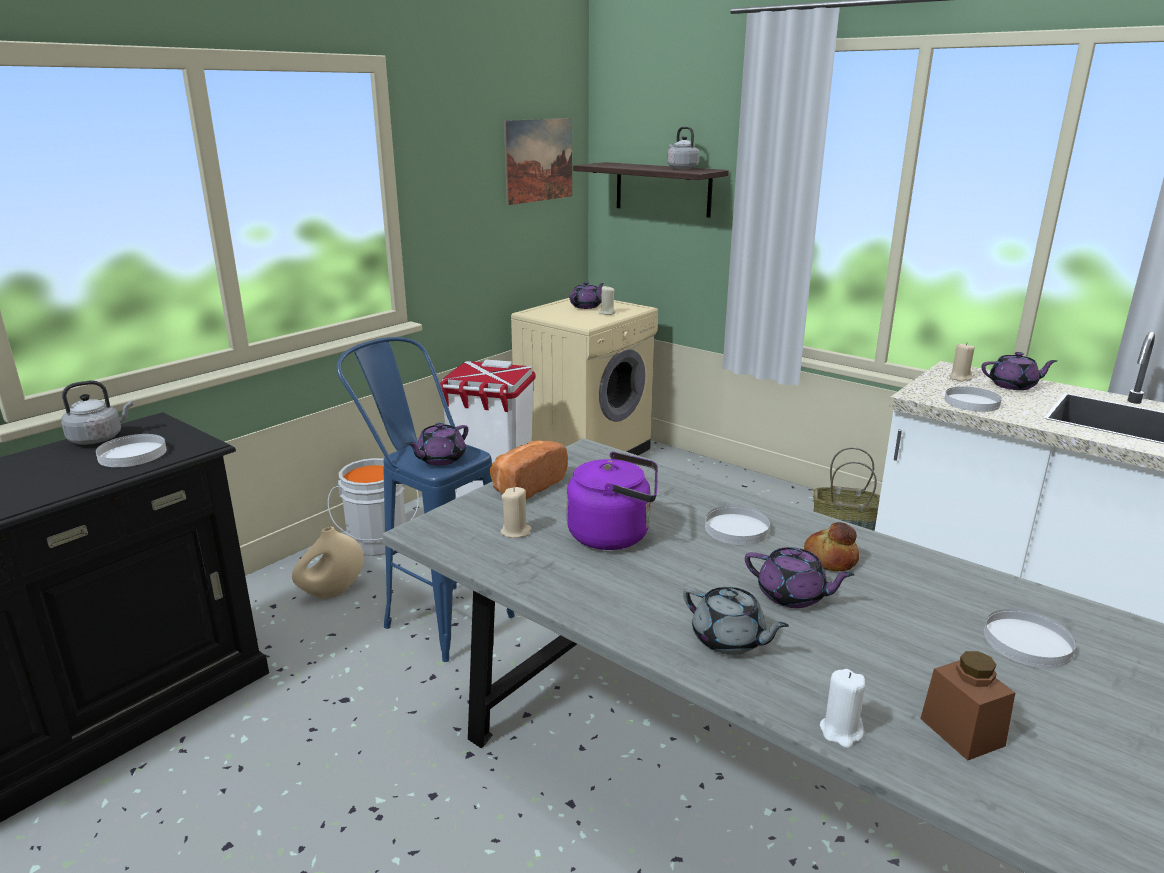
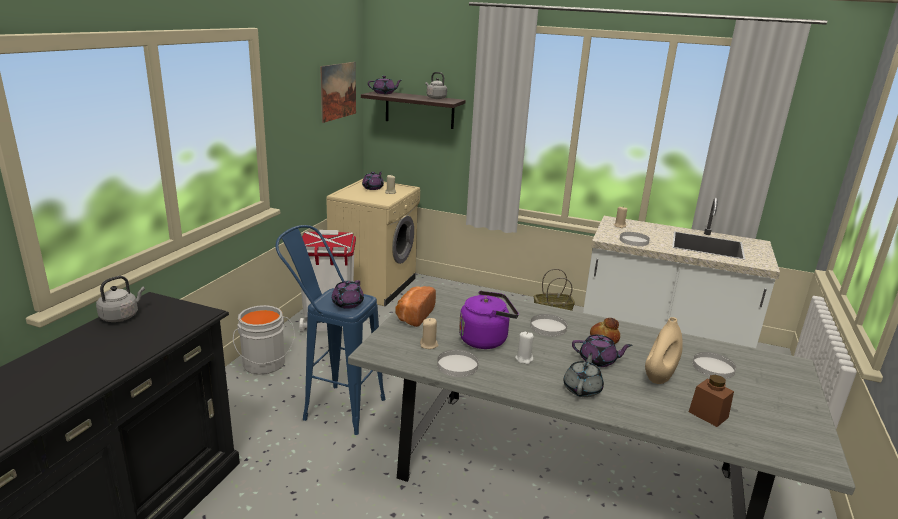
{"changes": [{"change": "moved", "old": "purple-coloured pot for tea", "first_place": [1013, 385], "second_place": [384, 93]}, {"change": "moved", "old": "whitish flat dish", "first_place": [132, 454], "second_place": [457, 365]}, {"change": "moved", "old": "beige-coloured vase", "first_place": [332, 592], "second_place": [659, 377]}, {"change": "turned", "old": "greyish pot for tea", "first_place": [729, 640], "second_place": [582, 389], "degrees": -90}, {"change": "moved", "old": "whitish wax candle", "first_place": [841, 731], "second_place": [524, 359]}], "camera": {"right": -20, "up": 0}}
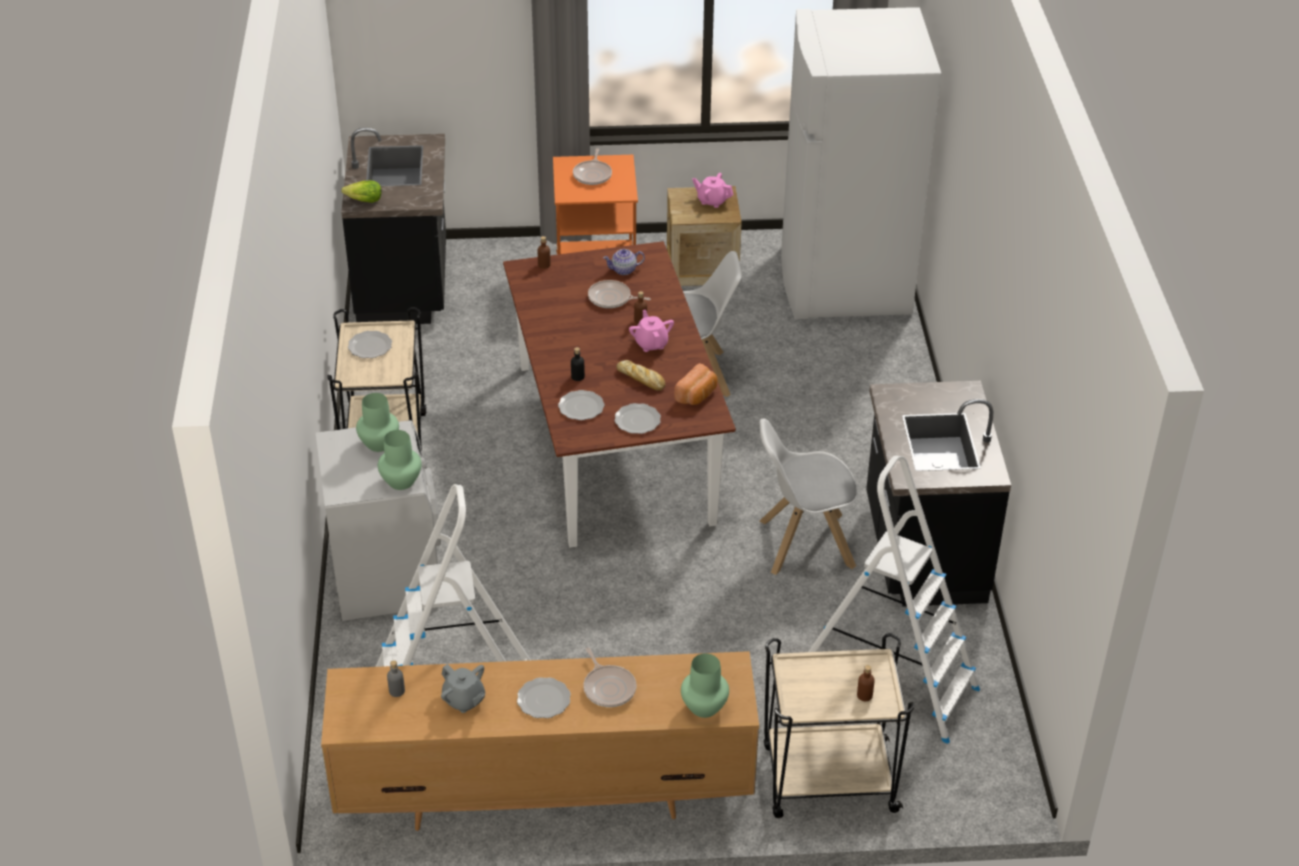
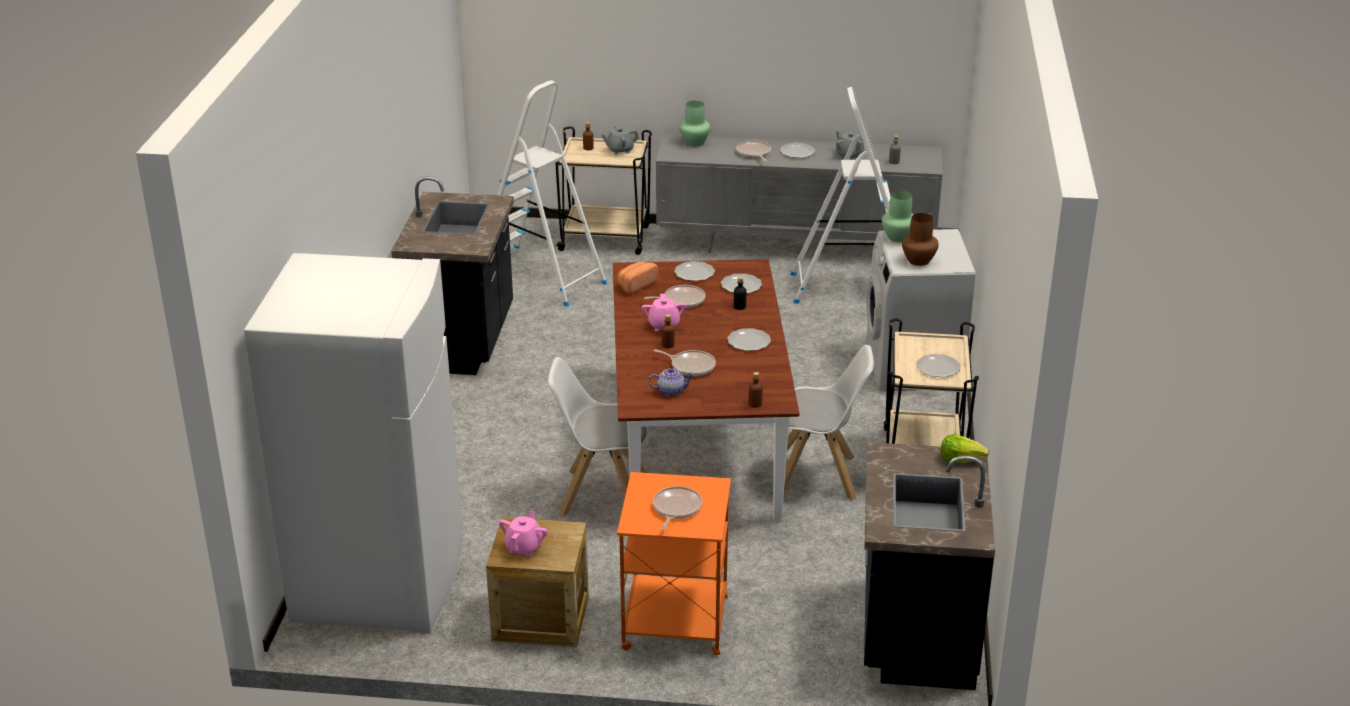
{"changes": [{"change": "turned", "old": "pinkish pot for tea", "first_place": [712, 201], "second_place": [524, 547], "degrees": -105}, {"change": "replaced", "old": "baked bread", "new": "frying pan", "first_place": [641, 379], "second_place": [681, 300]}, {"change": "recoloured", "old": "green vase", "new": "brown-coloured vase", "first_place": [379, 444], "second_place": [919, 260]}, {"change": "moved", "old": "upright chair", "first_place": [803, 544], "second_place": [818, 477]}, {"change": "recoloured", "old": "brown-coloured cupboard", "new": "greyish cupboard", "first_place": [543, 798], "second_place": [796, 246]}, {"change": "added", "new": "greyish pot for tea", "second_place": [620, 150]}, {"change": "added", "new": "flat dish", "second_place": [748, 341]}], "camera": {"right": -170, "up": -10}}
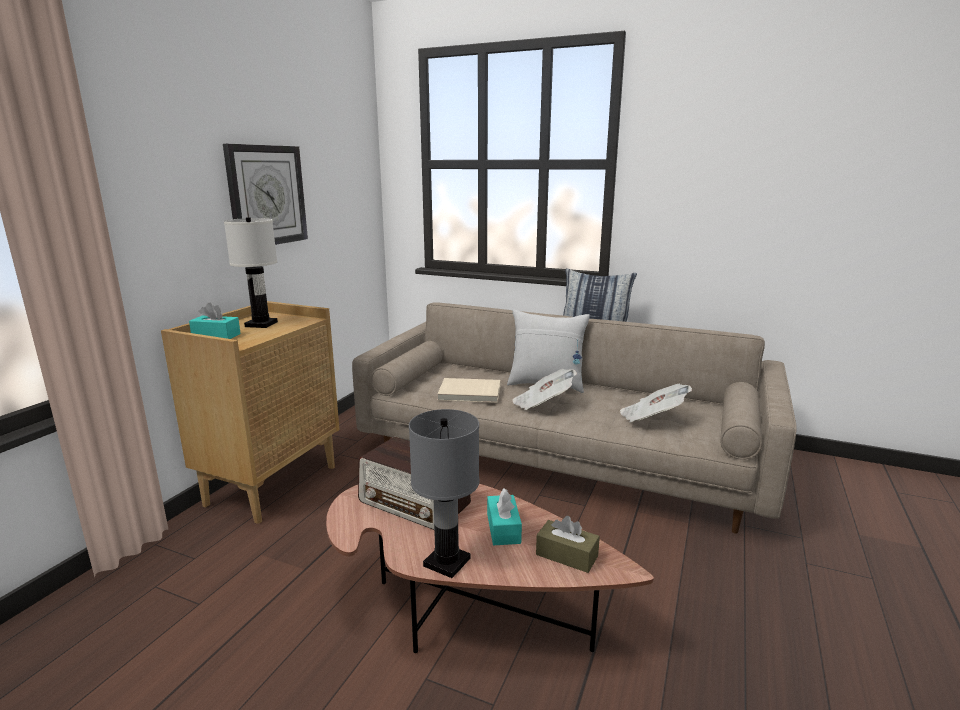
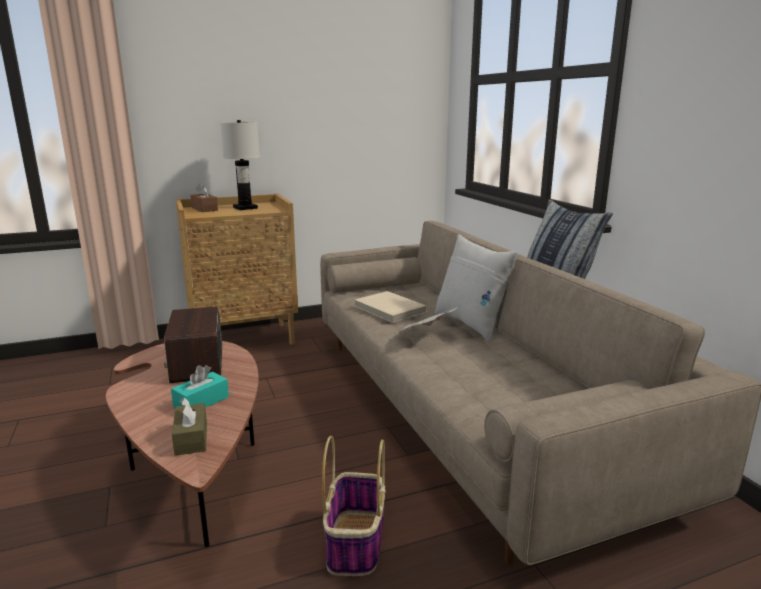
{"changes": [{"change": "removed", "old": "hanging clock", "first_place": [267, 196]}, {"change": "recoloured", "old": "turquoise-coloured box of tissues", "new": "brown-coloured box of tissues", "first_place": [216, 336], "second_place": [204, 209]}, {"change": "removed", "old": "printed paper", "first_place": [651, 418]}, {"change": "removed", "old": "greyish lamp for a table", "first_place": [446, 562]}, {"change": "added", "new": "storage basket", "second_place": [355, 544]}], "camera": {"right": 45, "up": 0}}
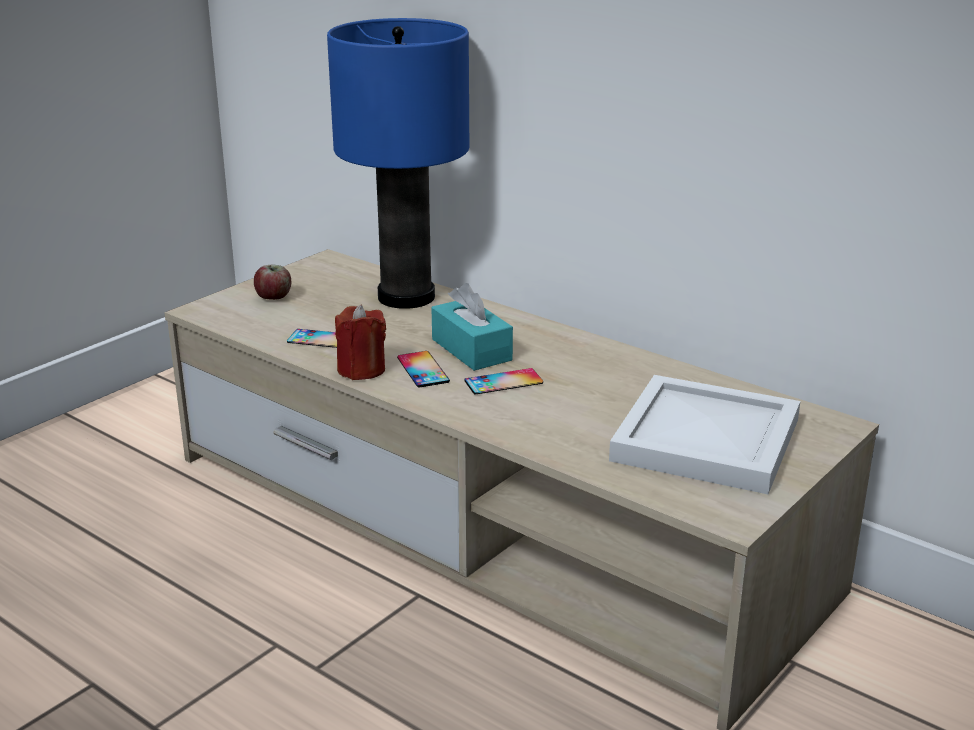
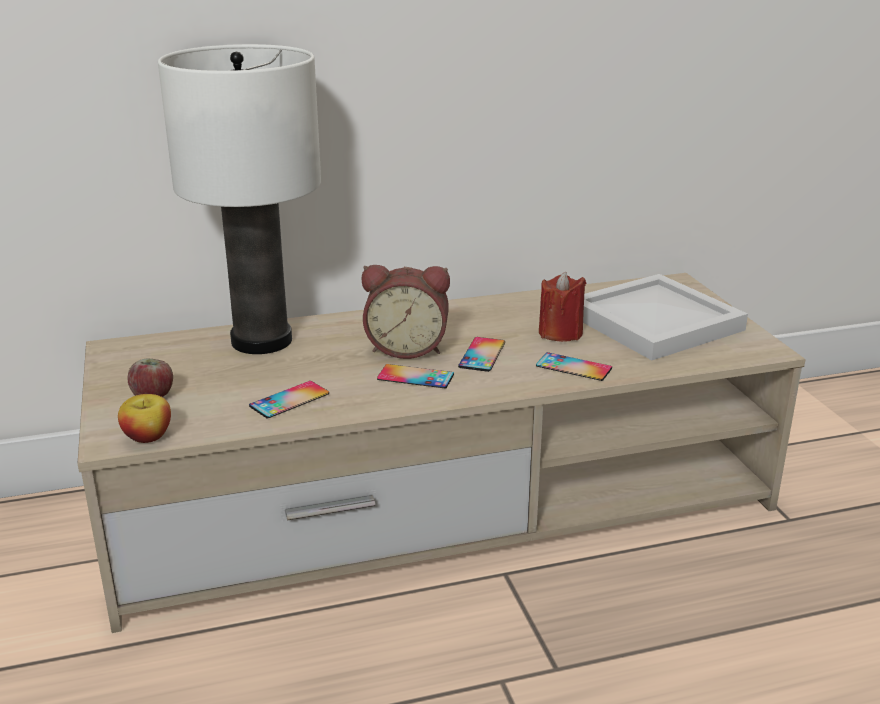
{"changes": [{"change": "recoloured", "old": "blue-coloured lamp for a table", "new": "whitish lamp for a table", "first_place": [407, 297], "second_place": [262, 341]}, {"change": "replaced", "old": "turquoise-coloured box of tissues", "new": "alarm clock", "first_place": [471, 350], "second_place": [407, 348]}, {"change": "moved", "old": "red-coloured wax candle", "first_place": [361, 370], "second_place": [560, 333]}, {"change": "added", "new": "phone", "second_place": [573, 367]}, {"change": "added", "new": "whole apple", "second_place": [147, 436]}], "camera": {"right": -55, "up": 0}}
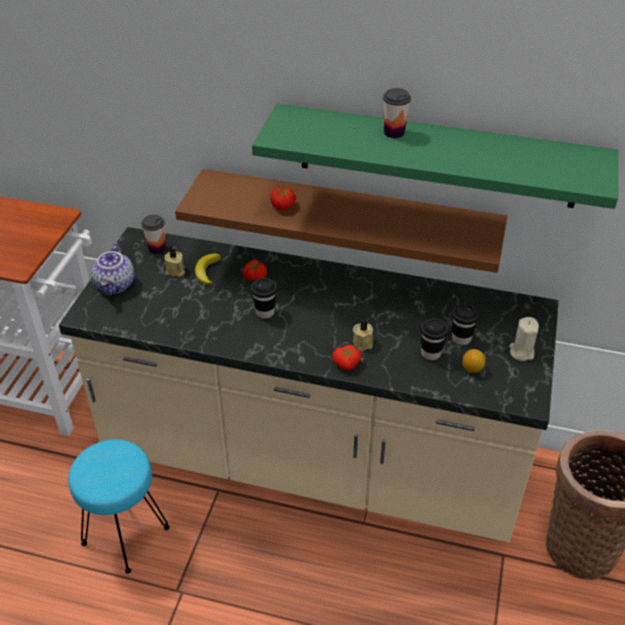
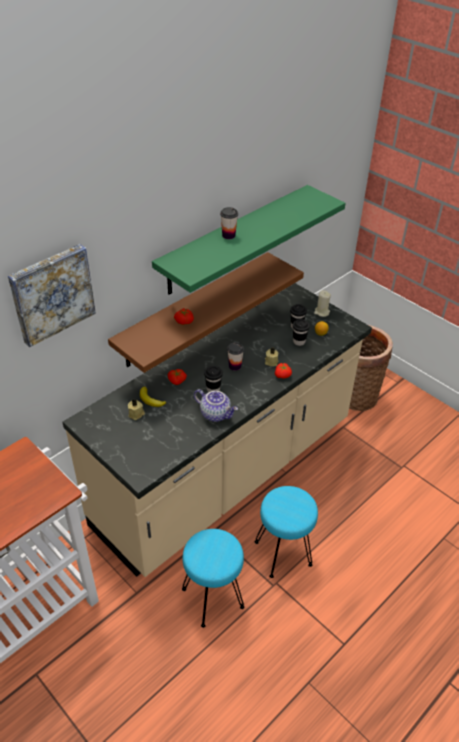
{"changes": [{"change": "moved", "old": "small cup", "first_place": [157, 249], "second_place": [235, 366]}, {"change": "moved", "old": "pot for tea", "first_place": [116, 285], "second_place": [216, 414]}, {"change": "added", "new": "wall art", "second_place": [51, 293]}, {"change": "added", "new": "turquoise-coloured stool seat", "second_place": [284, 553]}], "camera": {"right": -60, "up": 0}}
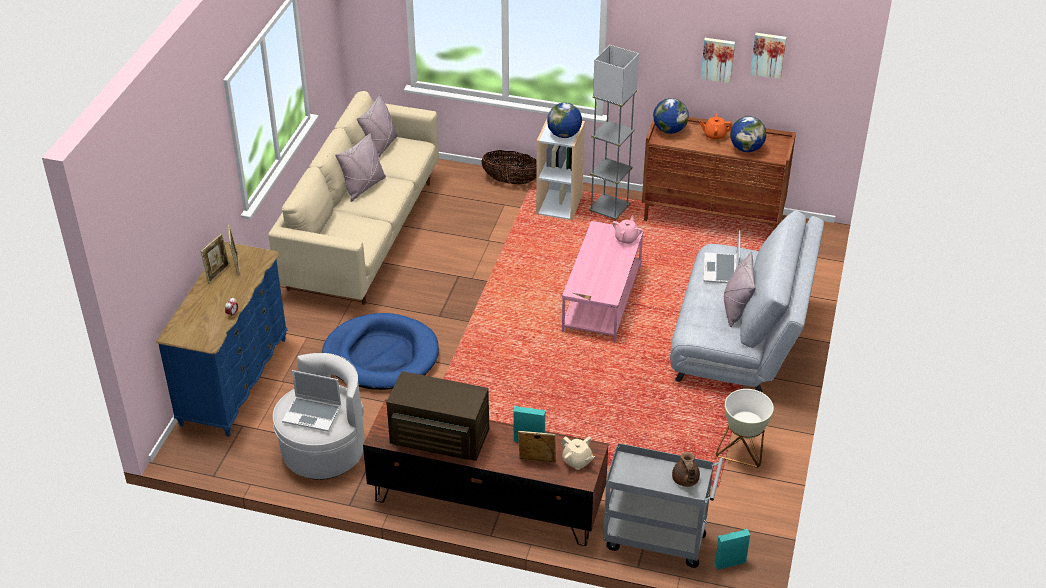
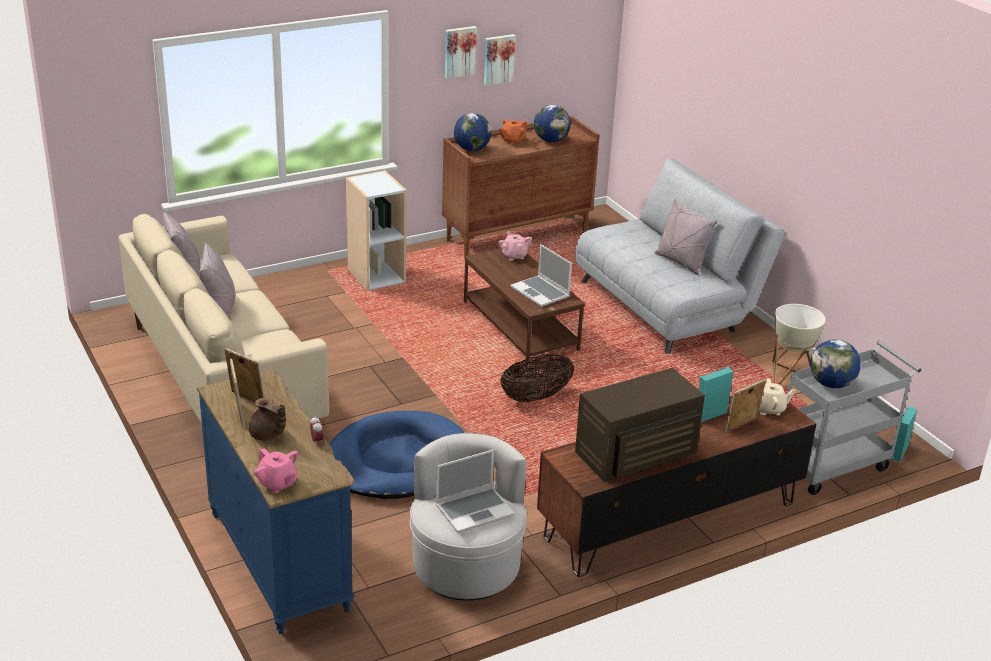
{"changes": [{"change": "moved", "old": "wall art", "first_place": [768, 54], "second_place": [459, 51]}, {"change": "removed", "old": "greyish standing lamp", "first_place": [609, 210]}, {"change": "moved", "old": "globe", "first_place": [564, 135], "second_place": [831, 384]}, {"change": "moved", "old": "storage basket", "first_place": [511, 181], "second_place": [536, 397]}, {"change": "recoloured", "old": "pinkish low table", "new": "brown-coloured low table", "first_place": [602, 299], "second_place": [521, 326]}, {"change": "moved", "old": "laptop", "first_place": [721, 270], "second_place": [541, 292]}, {"change": "moved", "old": "brown-coloured pot for tea", "first_place": [685, 480], "second_place": [268, 436]}, {"change": "added", "new": "pinkish pot for tea", "second_place": [277, 483]}], "camera": {"right": -45, "up": -10}}
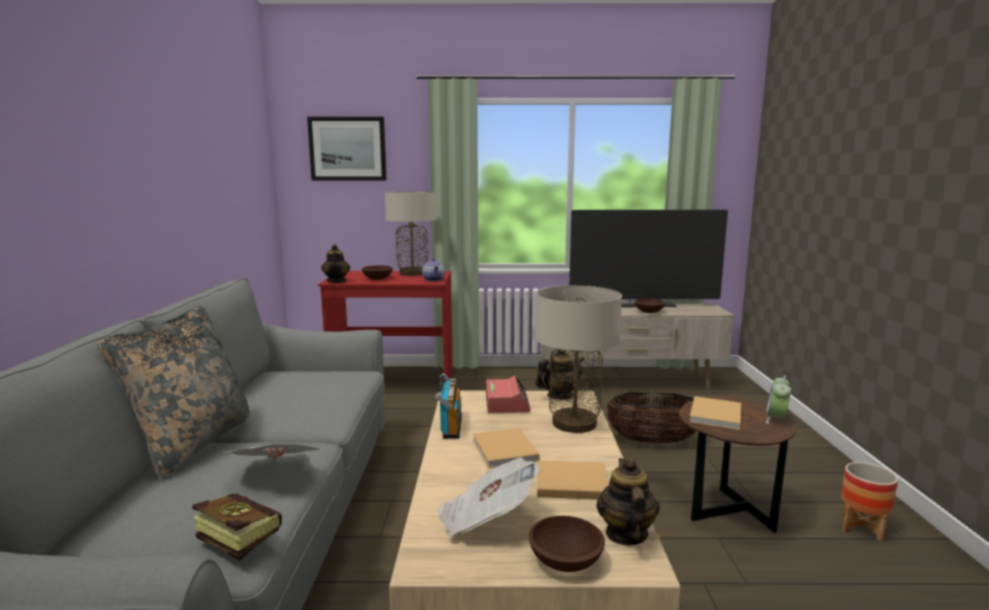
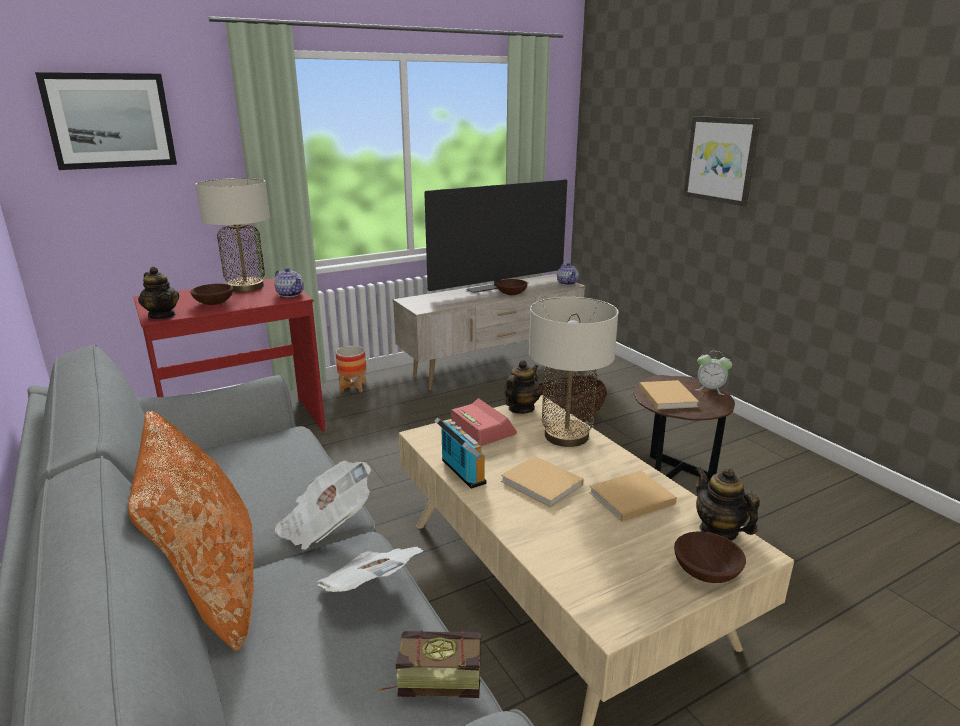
{"changes": [{"change": "recoloured", "old": "greyish pillow", "new": "orange-coloured pillow", "first_place": [194, 446], "second_place": [211, 593]}, {"change": "turned", "old": "alarm clock", "first_place": [776, 419], "second_place": [710, 389], "degrees": -60}, {"change": "moved", "old": "printed paper", "first_place": [485, 520], "second_place": [325, 524]}, {"change": "moved", "old": "plant pot", "first_place": [862, 528], "second_place": [353, 387]}, {"change": "added", "new": "wall art", "second_place": [721, 160]}, {"change": "added", "new": "pot for tea", "second_place": [567, 283]}], "camera": {"right": -30, "up": 10}}
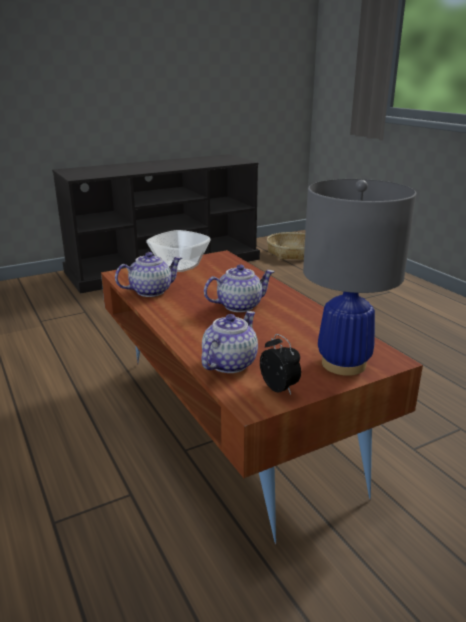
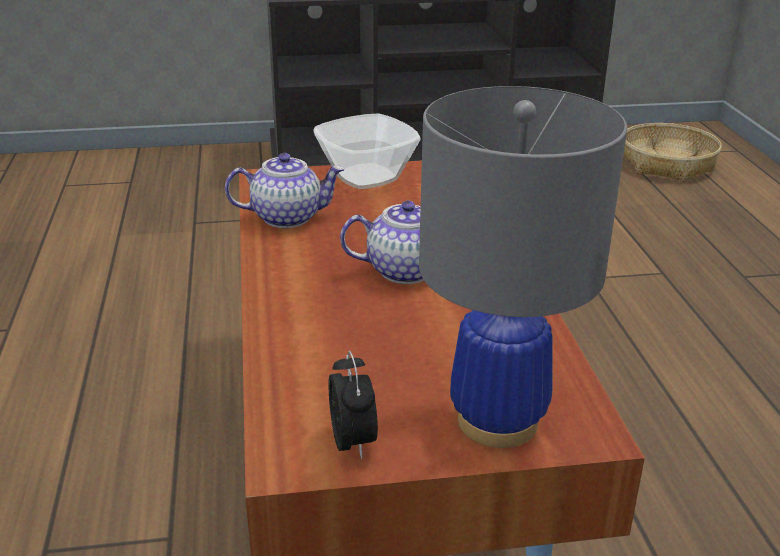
{"changes": [{"change": "removed", "old": "pot for tea", "first_place": [229, 363]}], "camera": {"right": 20, "up": 5}}
